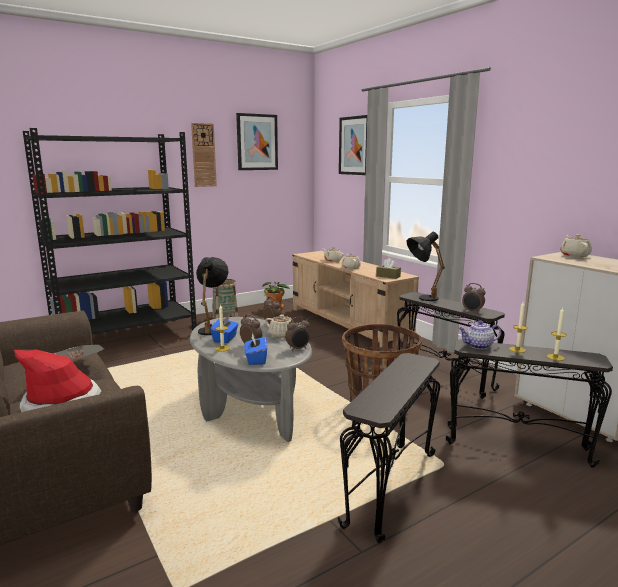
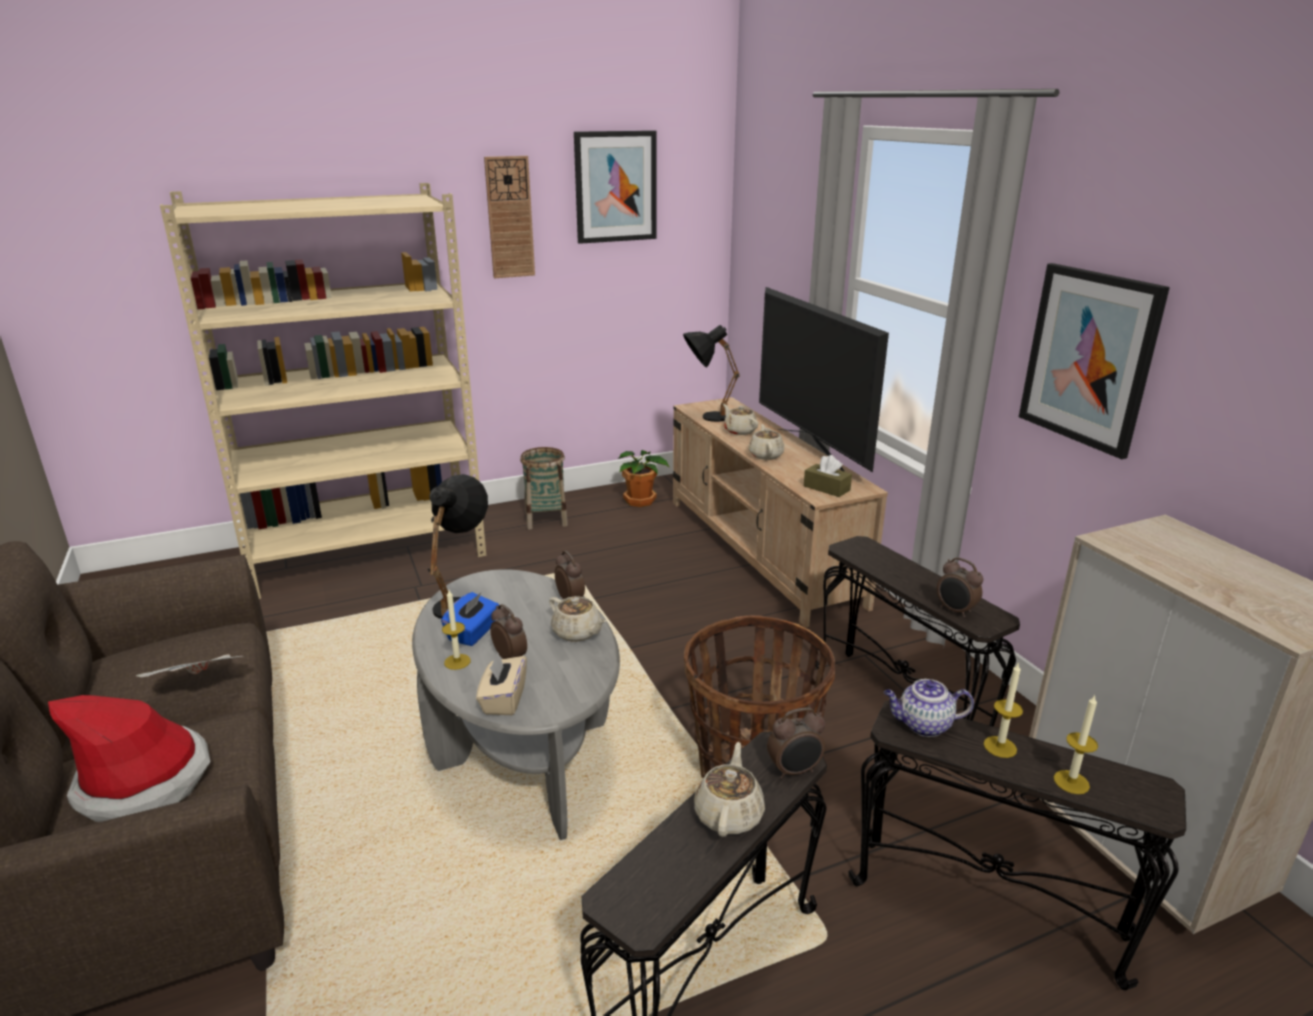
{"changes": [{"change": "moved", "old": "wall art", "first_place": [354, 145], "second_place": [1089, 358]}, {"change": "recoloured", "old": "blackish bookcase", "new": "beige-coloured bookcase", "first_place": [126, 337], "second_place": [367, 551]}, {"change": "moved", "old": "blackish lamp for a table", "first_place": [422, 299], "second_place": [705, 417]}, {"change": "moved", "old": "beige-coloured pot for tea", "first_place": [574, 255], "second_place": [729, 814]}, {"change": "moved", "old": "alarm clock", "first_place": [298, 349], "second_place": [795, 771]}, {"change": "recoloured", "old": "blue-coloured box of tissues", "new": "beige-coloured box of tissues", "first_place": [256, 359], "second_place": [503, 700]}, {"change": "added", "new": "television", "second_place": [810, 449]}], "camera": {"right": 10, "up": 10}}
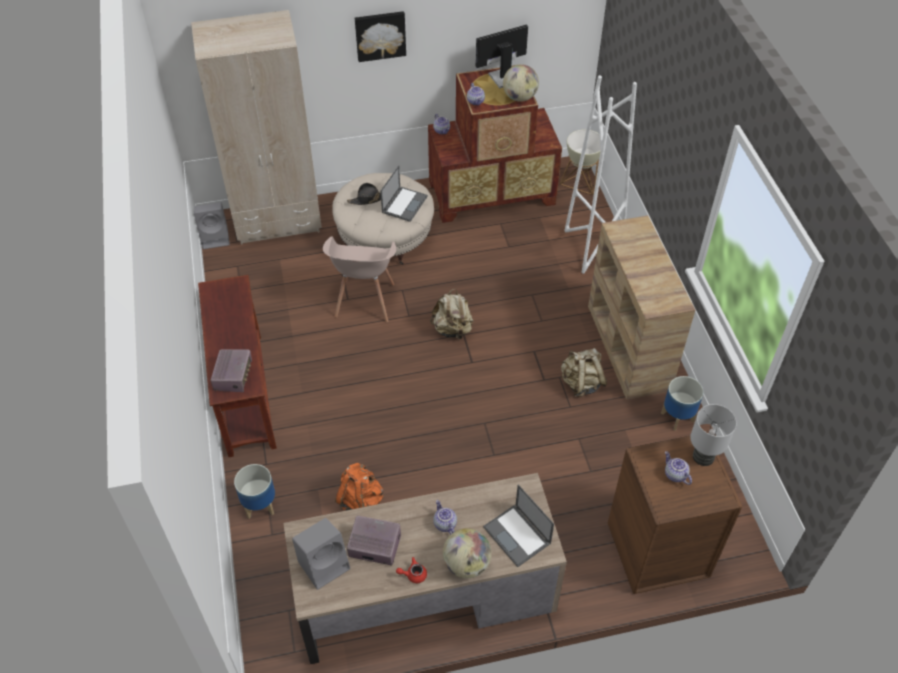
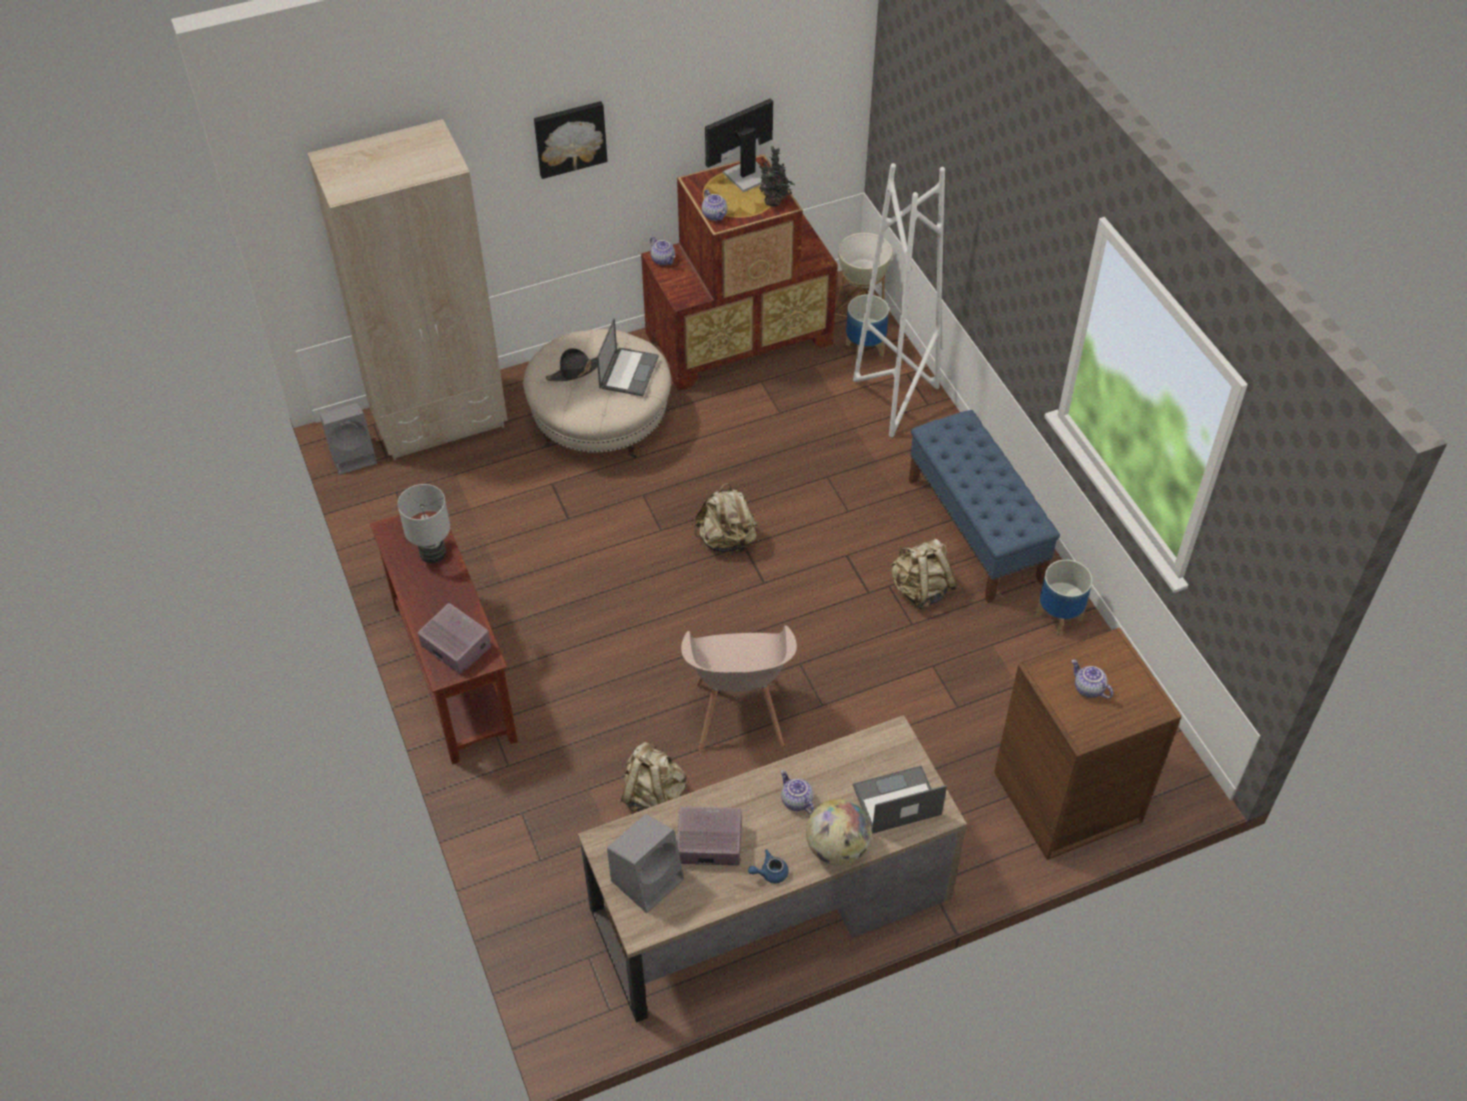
{"changes": [{"change": "replaced", "old": "globe", "new": "plant in a pot", "first_place": [519, 97], "second_place": [775, 202]}, {"change": "replaced", "old": "brown-coloured bookcase", "new": "blue-coloured long seat", "first_place": [629, 347], "second_place": [975, 531]}, {"change": "moved", "old": "beige-coloured upright chair", "first_place": [365, 301], "second_place": [738, 716]}, {"change": "turned", "old": "radio set", "first_place": [233, 376], "second_place": [456, 646], "degrees": -45}, {"change": "moved", "old": "greyish lamp for a table", "first_place": [703, 457], "second_place": [433, 553]}, {"change": "recoloured", "old": "orange-coloured knapsack", "new": "beige-coloured knapsack", "first_place": [361, 501], "second_place": [654, 796]}, {"change": "moved", "old": "plant pot", "first_place": [260, 504], "second_place": [864, 349]}, {"change": "turned", "old": "laptop", "first_place": [517, 535], "second_place": [896, 801], "degrees": 120}, {"change": "recoloured", "old": "red-coloured pot for tea", "new": "blue-coloured pot for tea", "first_place": [413, 574], "second_place": [770, 873]}], "camera": {"right": -10, "up": 0}}
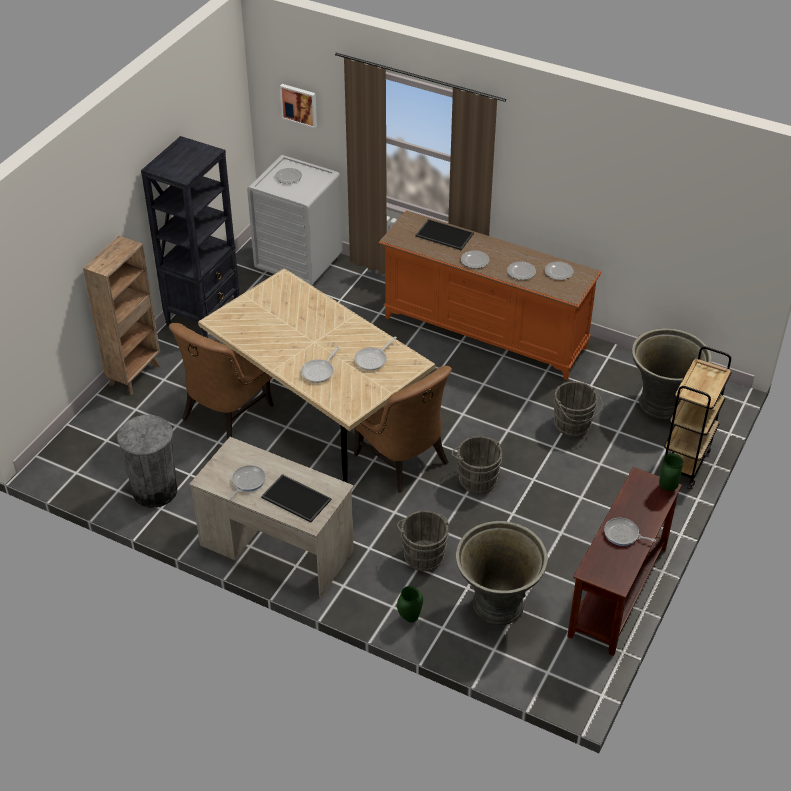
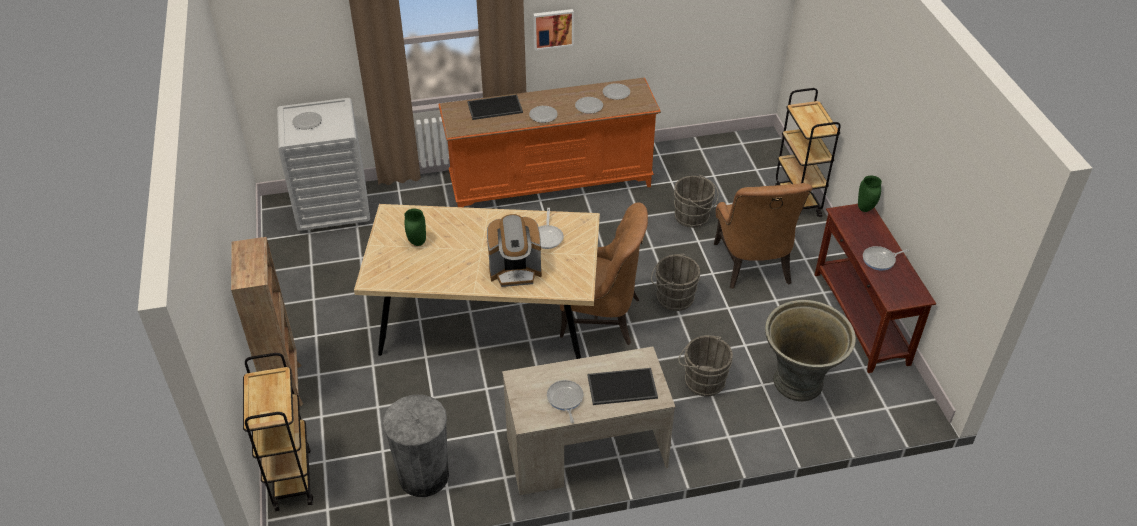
{"changes": [{"change": "moved", "old": "wall art", "first_place": [299, 105], "second_place": [553, 28]}, {"change": "removed", "old": "blackish bookcase", "first_place": [204, 315]}, {"change": "moved", "old": "brown-coloured upright chair", "first_place": [226, 413], "second_place": [753, 264]}, {"change": "removed", "old": "greyish plant pot", "first_place": [662, 404]}, {"change": "replaced", "old": "frying pan", "new": "coffee machine", "first_place": [320, 371], "second_place": [515, 271]}, {"change": "moved", "old": "green vase", "first_place": [410, 618], "second_place": [418, 243]}, {"change": "added", "new": "brown-coloured cart", "second_place": [291, 479]}], "camera": {"right": -40, "up": 0}}
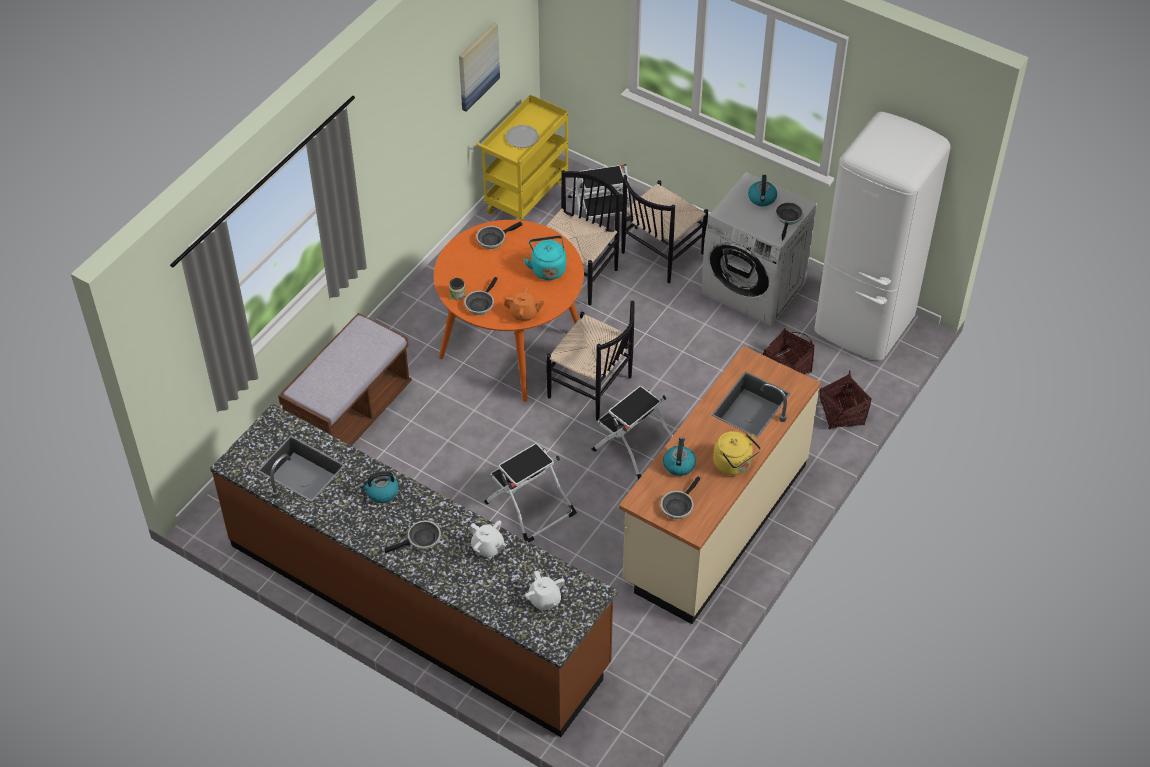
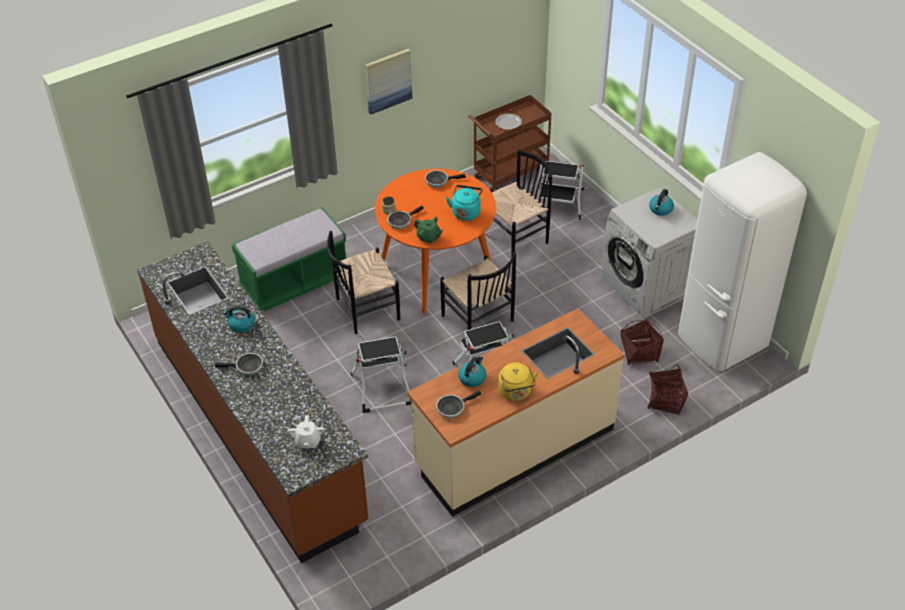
{"changes": [{"change": "moved", "old": "wall art", "first_place": [477, 66], "second_place": [388, 80]}, {"change": "recoloured", "old": "yellow cart", "new": "brown-coloured cart", "first_place": [525, 198], "second_place": [508, 176]}, {"change": "moved", "old": "blackish upright chair", "first_place": [660, 255], "second_place": [365, 310]}, {"change": "removed", "old": "frying pan", "first_place": [788, 218]}, {"change": "recoloured", "old": "orange-coloured pot for tea", "new": "green pot for tea", "first_place": [524, 314], "second_place": [428, 238]}, {"change": "recoloured", "old": "brown-coloured long seat", "new": "green long seat", "first_place": [350, 414], "second_place": [294, 282]}, {"change": "removed", "old": "whitish pot for tea", "first_place": [488, 547]}], "camera": {"right": 25, "up": -5}}
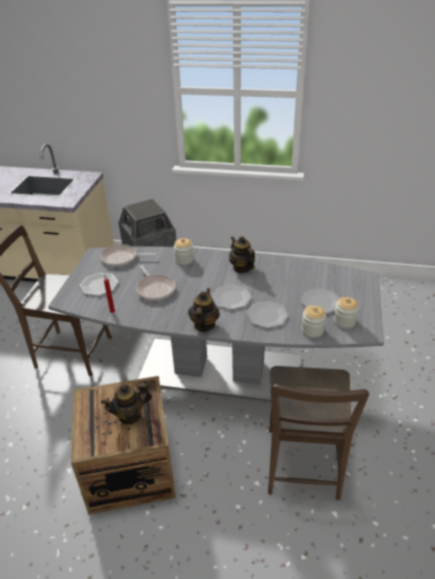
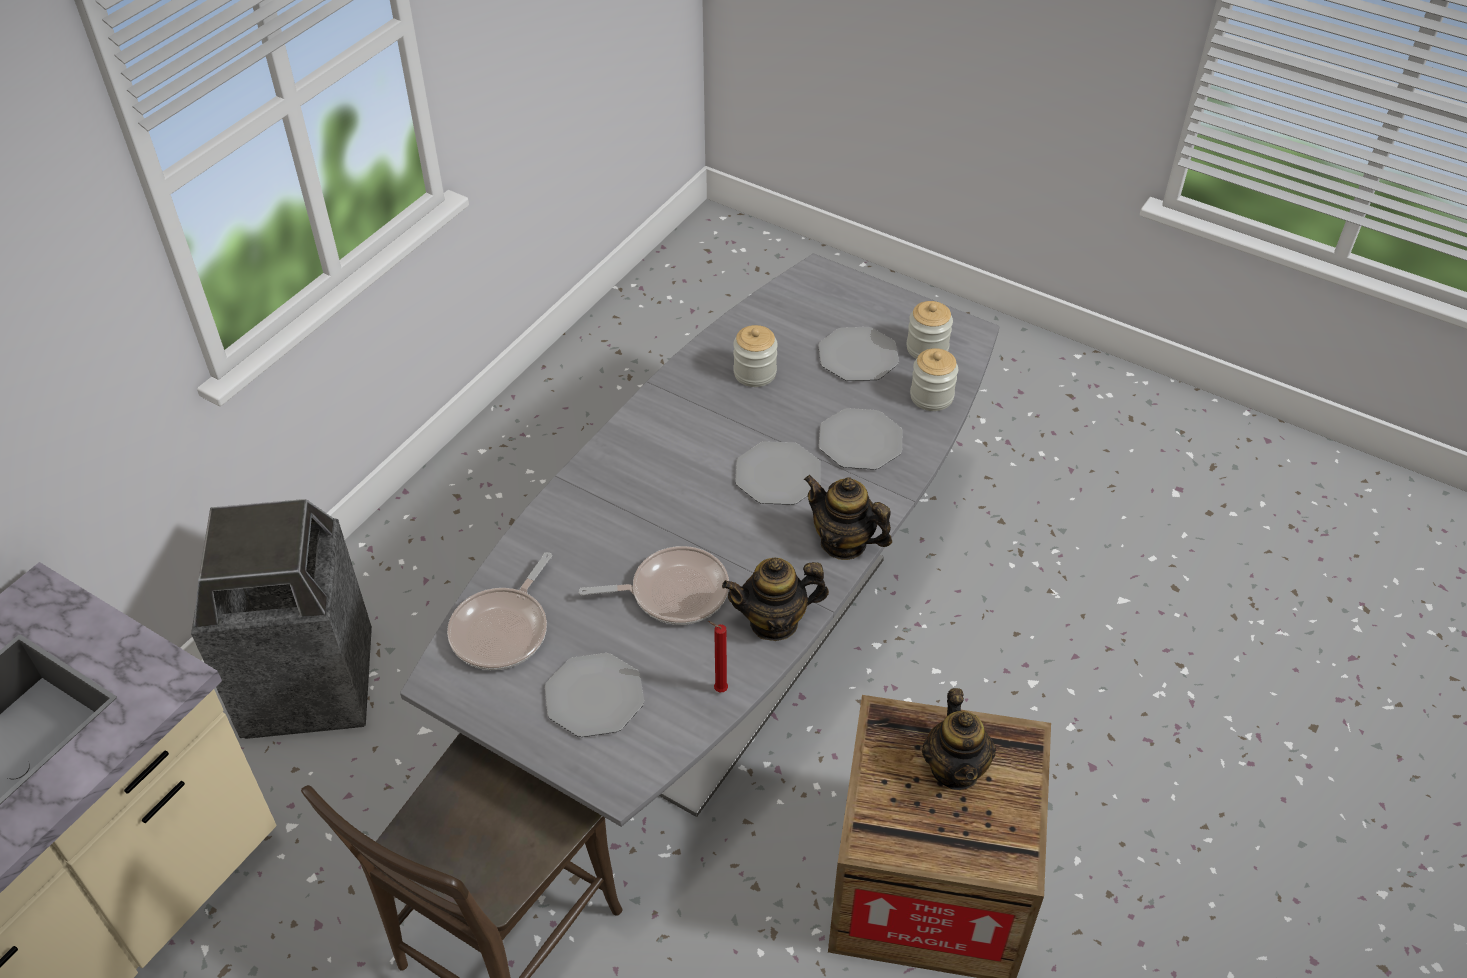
{"changes": [{"change": "moved", "old": "pot for tea", "first_place": [242, 268], "second_place": [774, 622]}, {"change": "moved", "old": "storage jar", "first_place": [184, 260], "second_place": [755, 373]}, {"change": "removed", "old": "brown-coloured upright chair", "first_place": [302, 468]}], "camera": {"right": -70, "up": 10}}
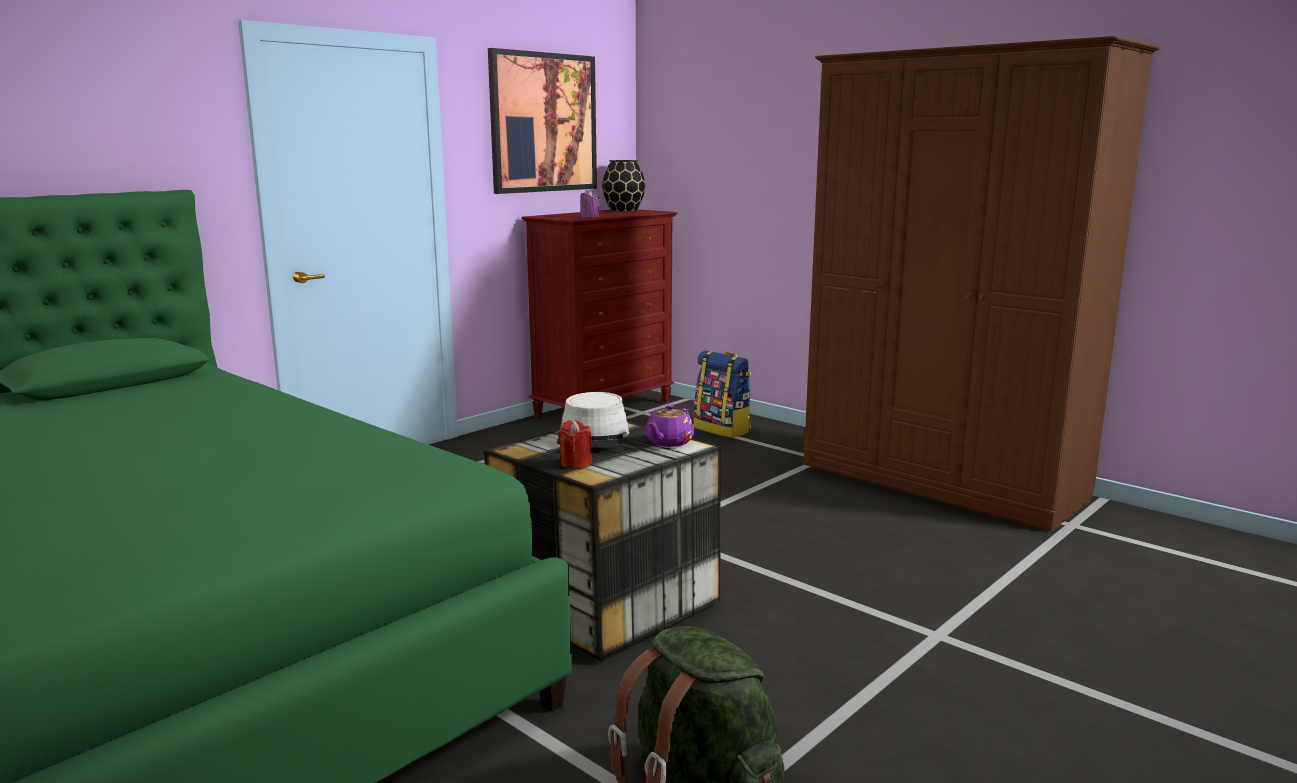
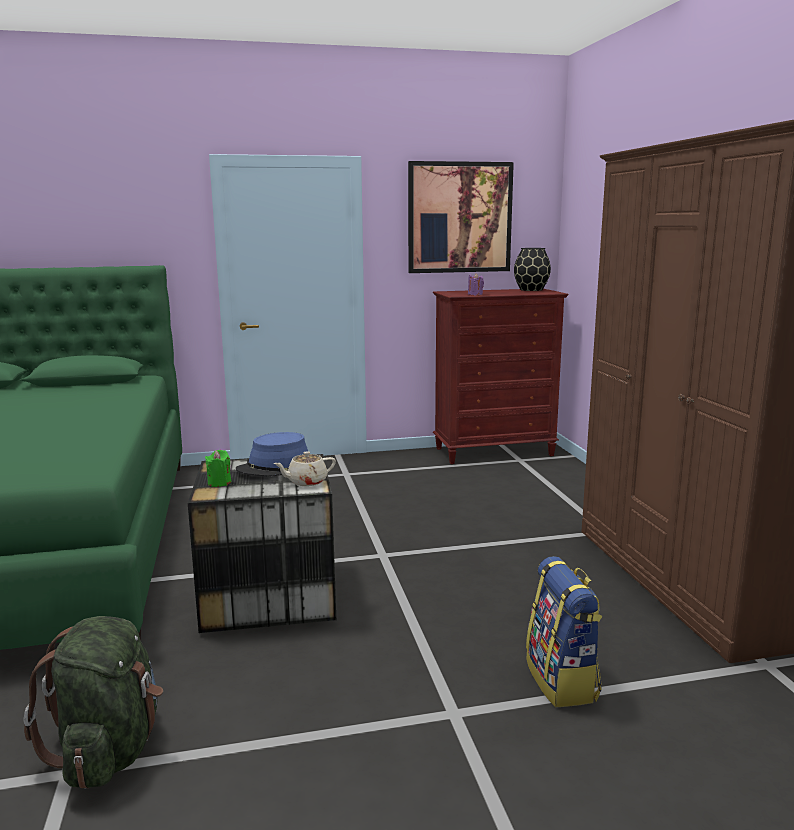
{"changes": [{"change": "moved", "old": "knapsack", "first_place": [723, 429], "second_place": [562, 681]}, {"change": "recoloured", "old": "greyish clothing hat", "new": "blue-coloured clothing hat", "first_place": [593, 437], "second_place": [274, 466]}, {"change": "recoloured", "old": "purple-coloured pot for tea", "new": "beige-coloured pot for tea", "first_place": [669, 442], "second_place": [306, 482]}, {"change": "recoloured", "old": "red-coloured wax candle", "new": "green wax candle", "first_place": [575, 463], "second_place": [219, 483]}], "camera": {"right": 35, "up": 0}}
